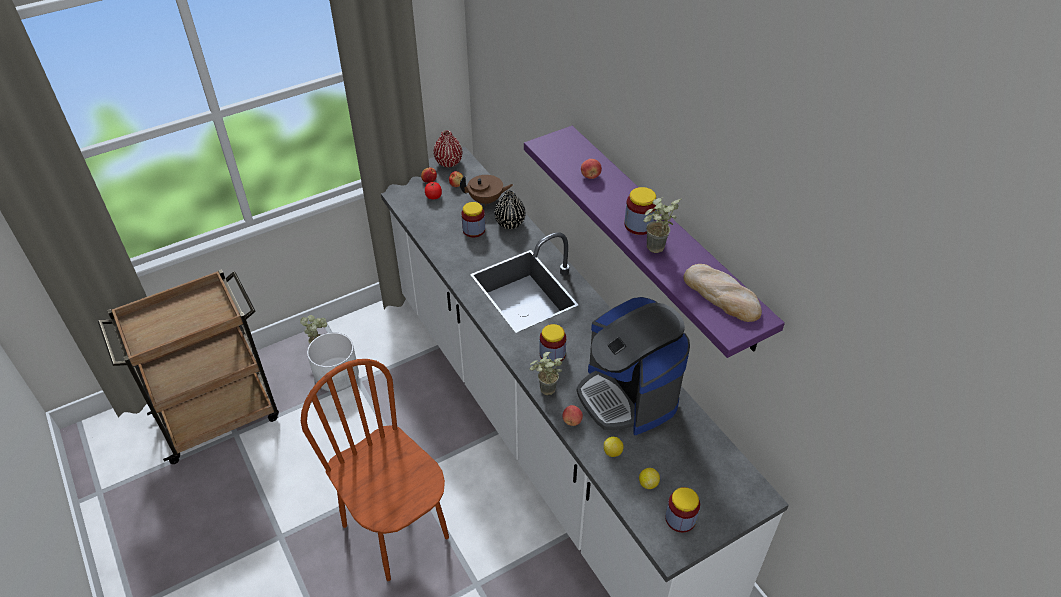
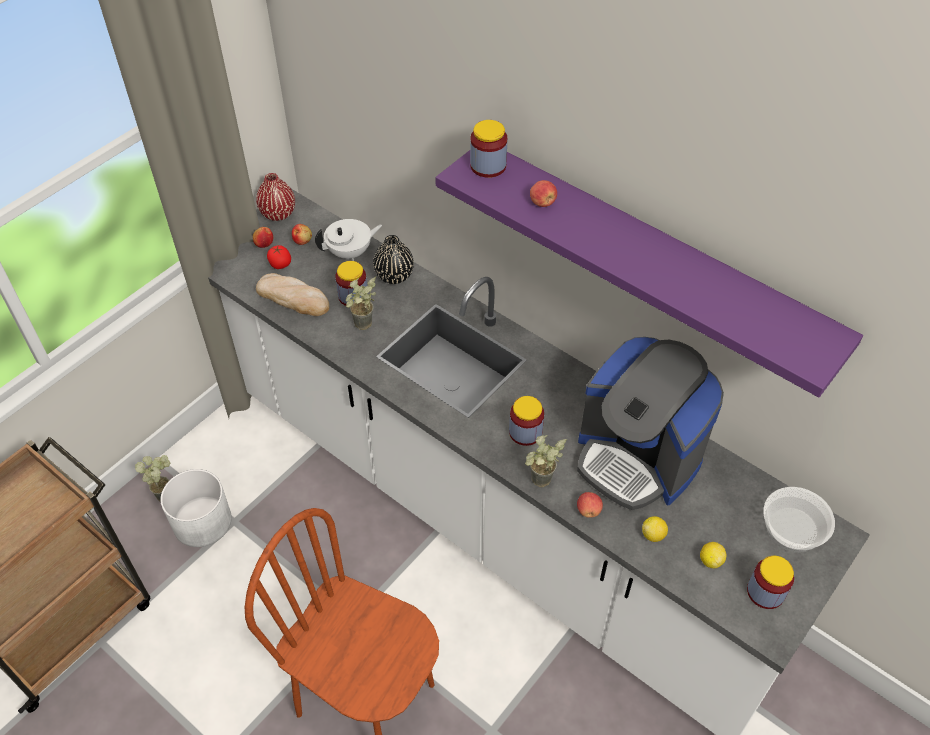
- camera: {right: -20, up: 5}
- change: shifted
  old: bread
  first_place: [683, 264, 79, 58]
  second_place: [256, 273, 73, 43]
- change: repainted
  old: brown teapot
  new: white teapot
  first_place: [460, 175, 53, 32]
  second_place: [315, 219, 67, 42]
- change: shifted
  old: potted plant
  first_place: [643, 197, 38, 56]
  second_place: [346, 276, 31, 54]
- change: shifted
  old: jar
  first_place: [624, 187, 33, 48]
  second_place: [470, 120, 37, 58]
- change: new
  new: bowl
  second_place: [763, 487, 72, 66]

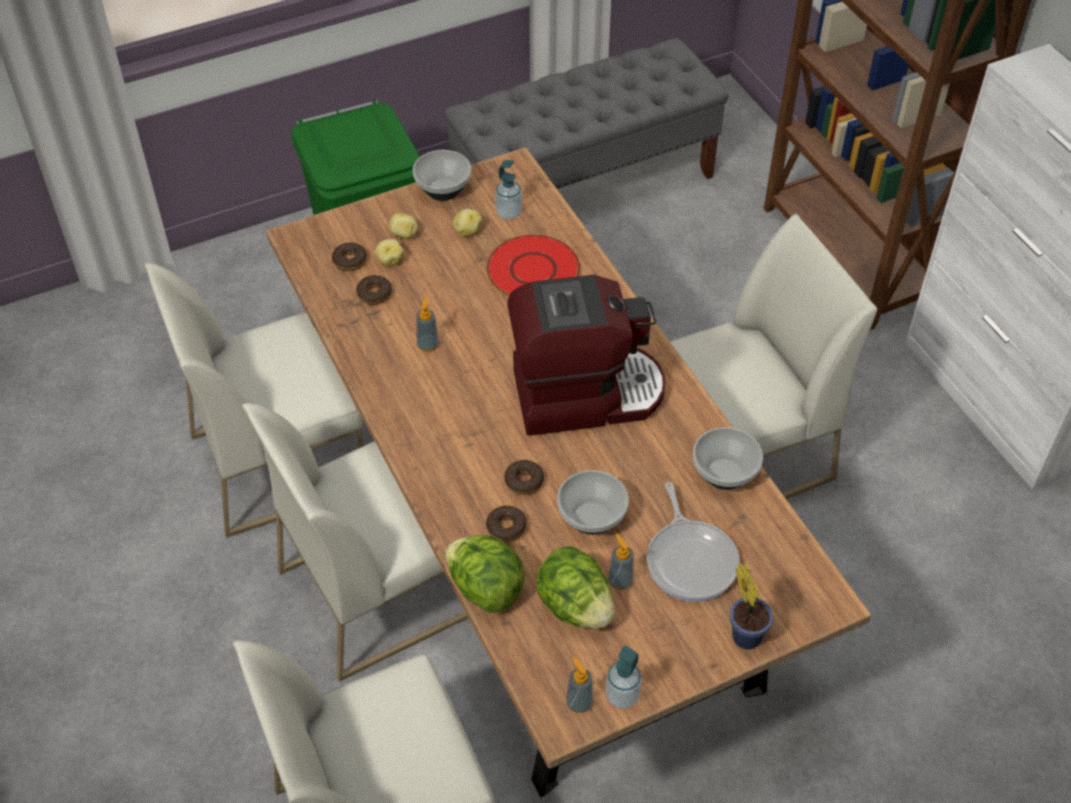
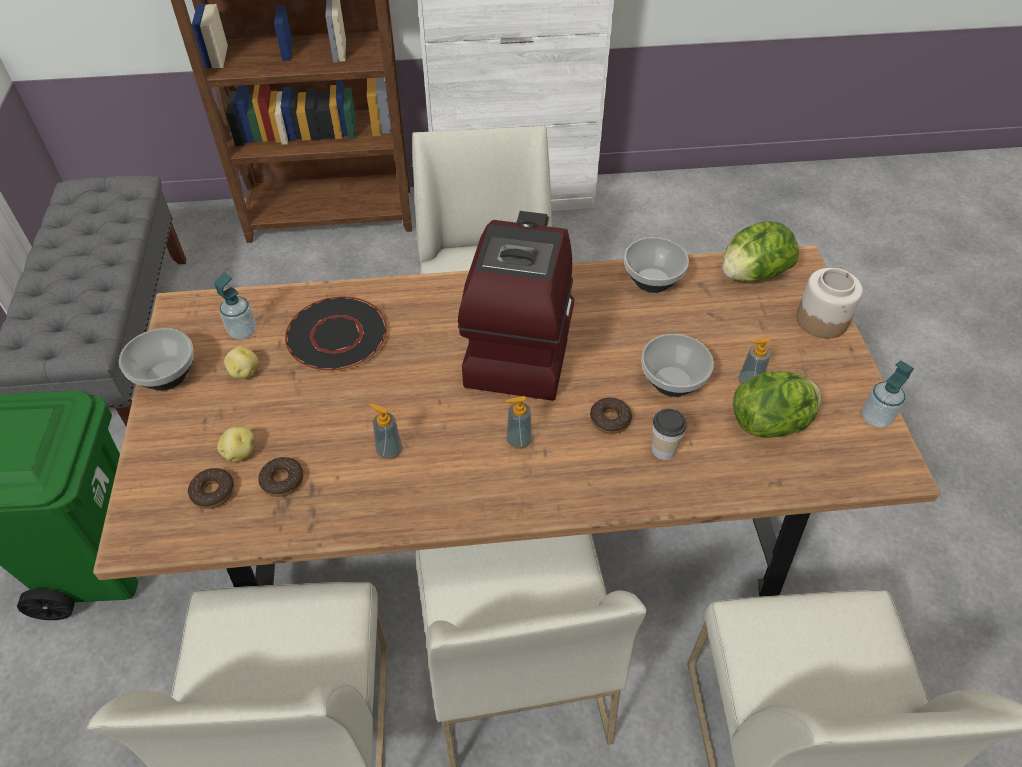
- camera: {right: -70, up: 0}
- change: repainted
  old: red plate
  new: black plate
  first_place: [487, 235, 93, 61]
  second_place: [285, 296, 103, 75]
- change: shifted
  old: soap dispenser
  first_place: [566, 657, 27, 56]
  second_place: [506, 396, 26, 53]
- change: swapped
  old: donut
  new: cup
  first_place: [486, 506, 41, 36]
  second_place: [651, 409, 36, 51]
- change: shifted
  old: lettuce
  first_place: [445, 535, 79, 78]
  second_place: [722, 222, 77, 60]
- change: swapped
  old: potted plant
  new: jar
  first_place: [730, 562, 43, 87]
  second_place: [796, 268, 67, 70]
- change: gone
  old: potato
  first_place: [389, 213, 29, 26]
- change: gone
  old: frying pan
  first_place: [647, 482, 93, 120]

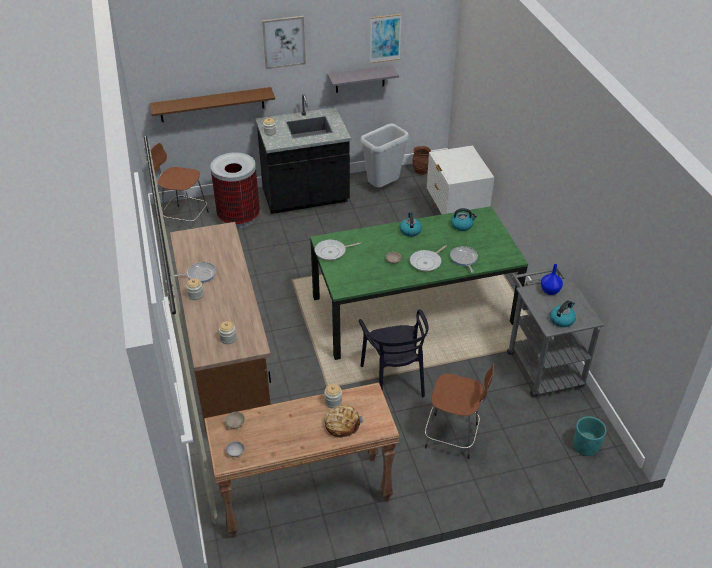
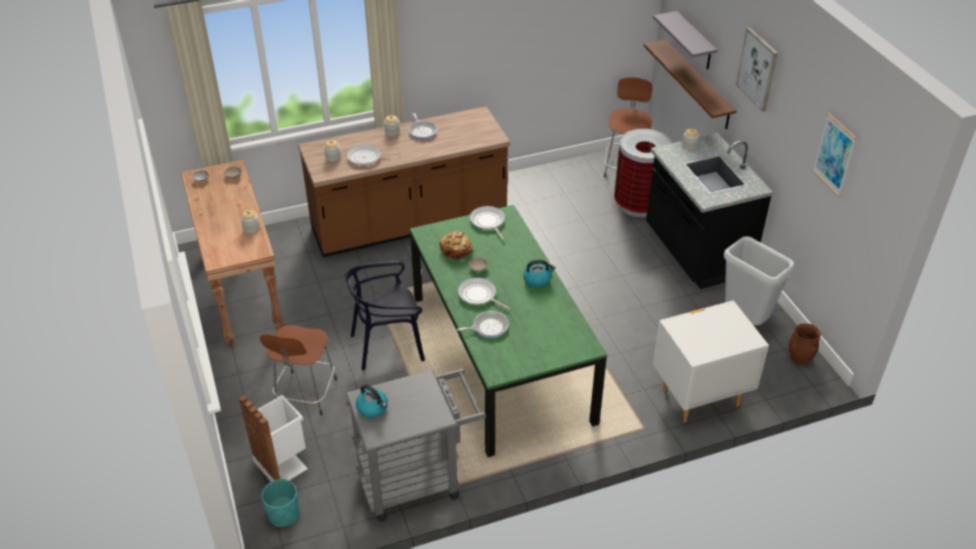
- camera: {right: 85, up: 0}
- change: new
  new: white trash can
  second_place: [239, 395, 69, 86]
- change: new
  new: frying pan
  second_place: [347, 144, 53, 21]
- change: shifted
  old: bread
  first_place: [324, 405, 41, 33]
  second_place: [439, 232, 34, 30]
- change: shifted
  old: grey shelf
  first_place: [328, 65, 71, 28]
  second_place: [653, 11, 64, 59]
- change: gone
  old: kettle
  first_place: [451, 208, 26, 23]
- change: gone
  old: blue vase
  first_place: [541, 264, 22, 31]

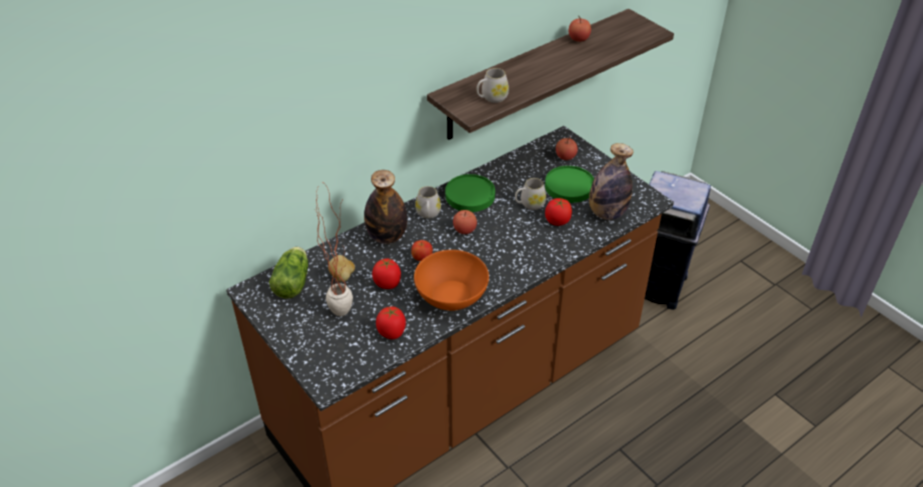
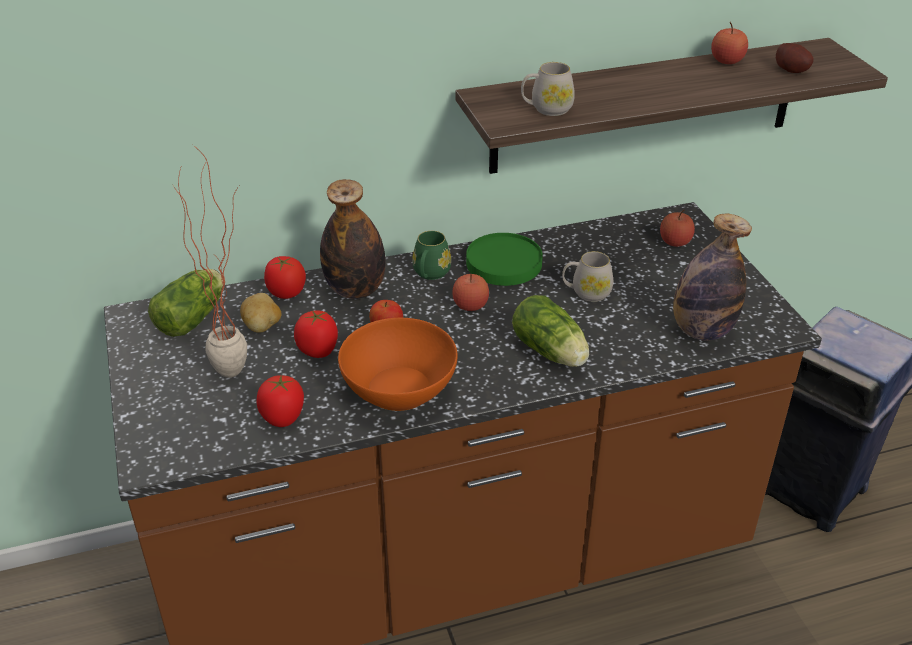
- camera: {right: 20, up: -5}
- change: shifted
  old: tomato
  first_place: [545, 198, 27, 28]
  second_place: [264, 256, 42, 43]
- change: repainted
  old: white mug
  new: green mug
  first_place: [415, 186, 26, 33]
  second_place: [412, 231, 39, 49]
- change: new
  new: lettuce
  second_place: [512, 295, 77, 72]
- change: new
  new: potato
  second_place: [776, 43, 38, 30]
- change: gone
  old: green plate
  first_place: [545, 166, 49, 37]

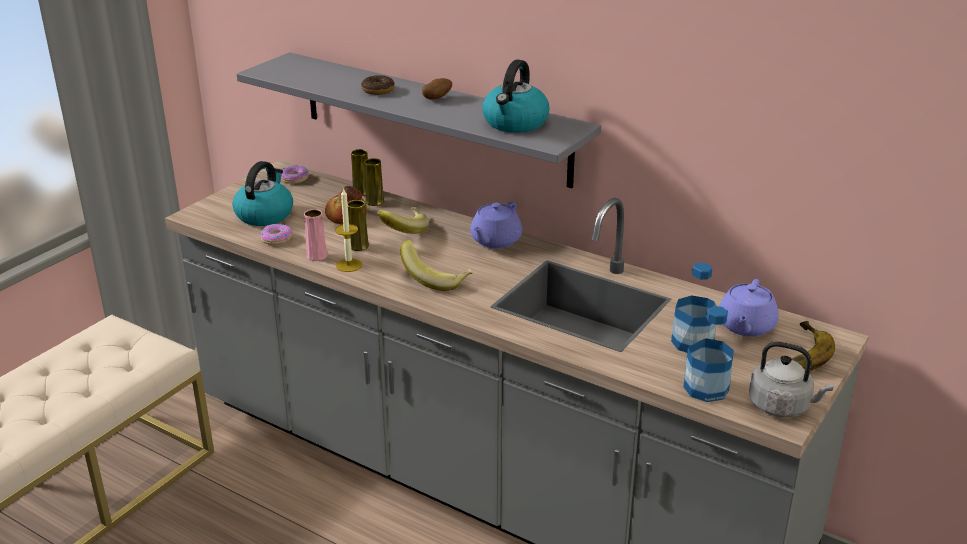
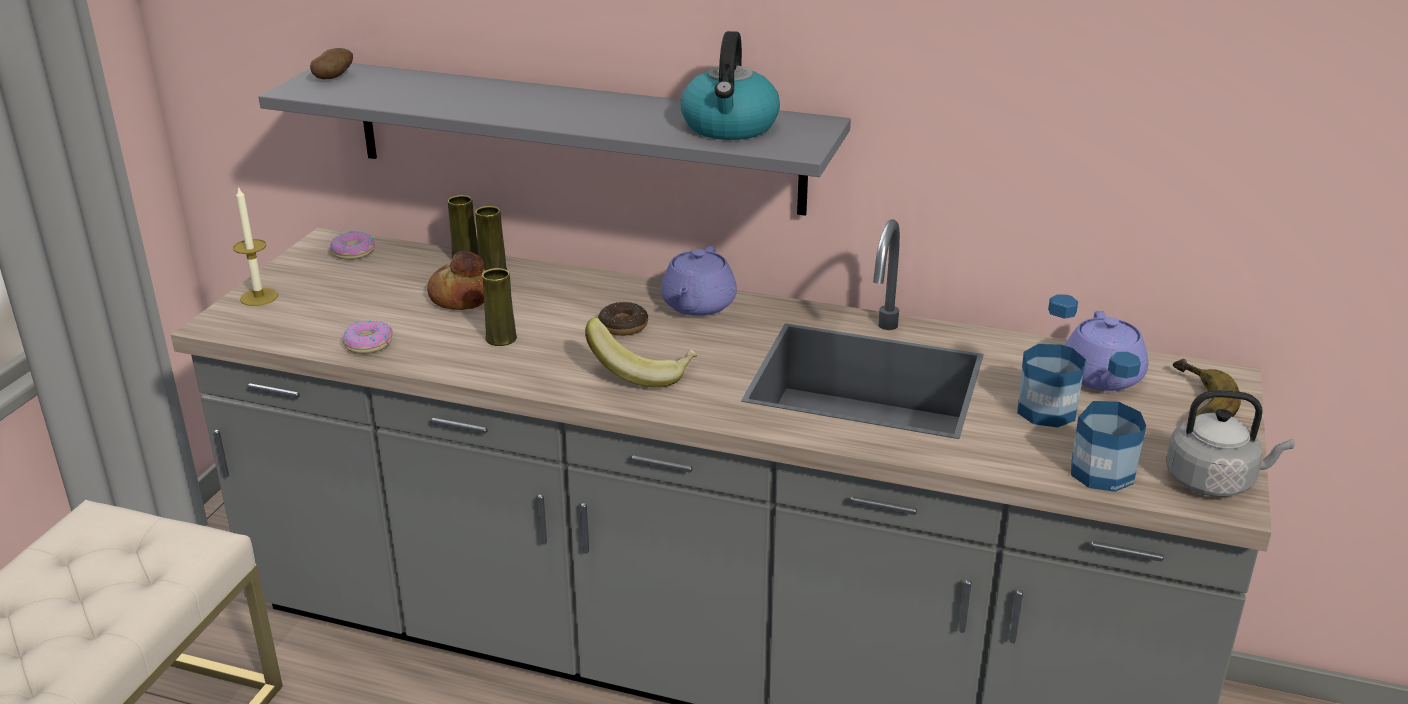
- camera: {right: -15, up: 0}
- change: shifted
  old: candle
  first_place: [335, 187, 27, 85]
  second_place: [233, 186, 45, 120]
- change: shifted
  old: potato
  first_place: [422, 78, 30, 22]
  second_place: [310, 48, 43, 31]
- change: shifted
  old: donut
  first_place: [361, 75, 34, 20]
  second_place: [598, 302, 50, 34]
- change: gone
  old: kettle
  first_place: [232, 161, 61, 65]
- change: gone
  old: pink vase
  first_place: [304, 209, 23, 52]
- change: gone
  old: banana
  first_place: [377, 207, 52, 27]

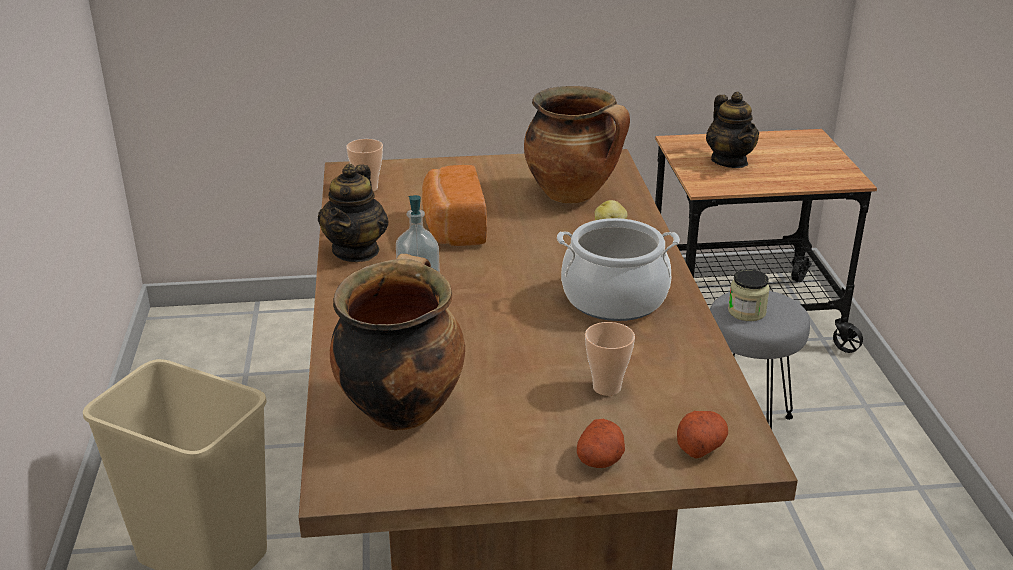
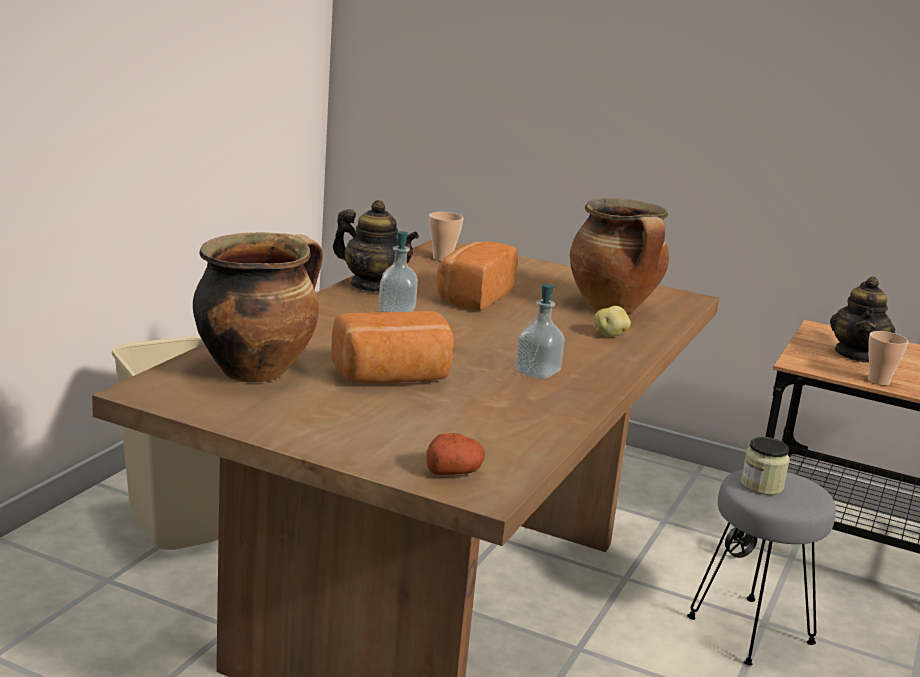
- camera: {right: 30, up: -10}
- change: new
  new: bread
  second_place: [331, 311, 123, 73]
- change: rotated
  old: teapot
  first_place: [318, 164, 71, 98]
  second_place: [333, 200, 86, 92]
  degrees: -105
- change: swapped
  old: cooking pot
  new: soap dispenser
  first_place: [557, 218, 123, 103]
  second_place: [515, 284, 50, 96]
- change: shifted
  old: cup
  first_place: [585, 322, 50, 74]
  second_place: [868, 331, 40, 55]
- change: gone
  old: potato
  first_place: [577, 419, 48, 49]

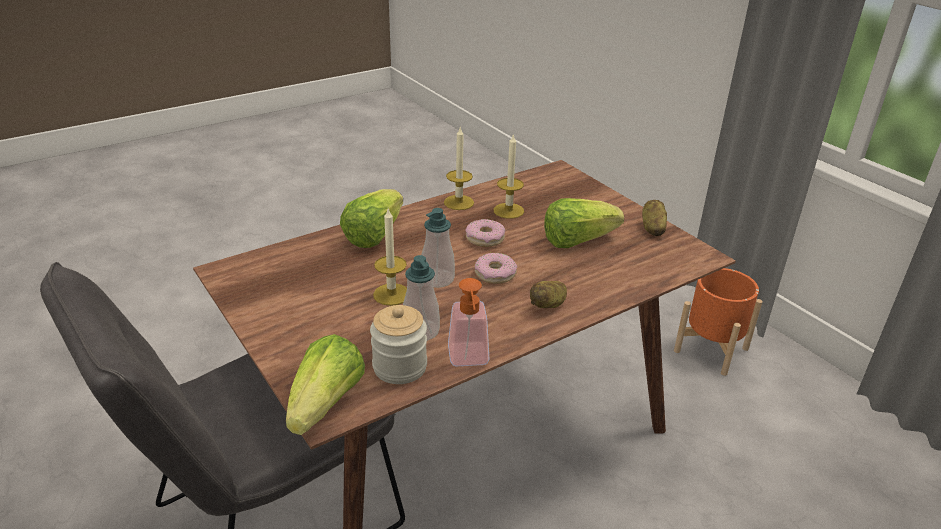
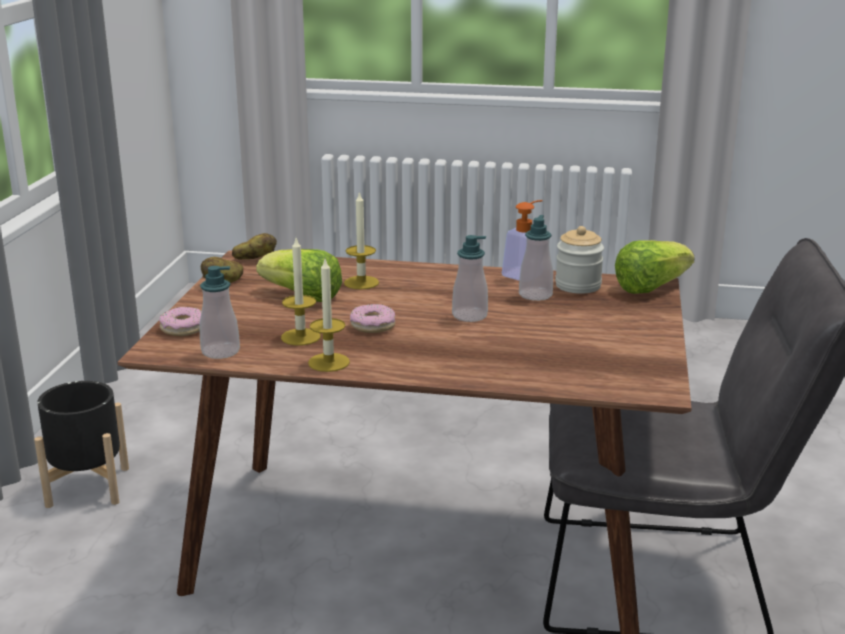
- camera: {right: -135, up: -10}
- change: repainted
  old: orange planter
  new: black planter
  first_place: [674, 268, 89, 108]
  second_place: [34, 381, 95, 127]
- change: shifted
  old: donut
  first_place: [475, 253, 42, 31]
  second_place: [159, 307, 43, 29]
- change: new
  new: soap dispenser
  second_place: [200, 266, 40, 93]
- change: shifted
  old: potato
  first_place: [530, 281, 37, 27]
  second_place: [232, 233, 45, 27]
- change: shifted
  old: candle
  first_place: [373, 209, 34, 97]
  second_place: [344, 191, 35, 98]
- change: gone
  old: lettuce
  first_place: [340, 189, 63, 59]

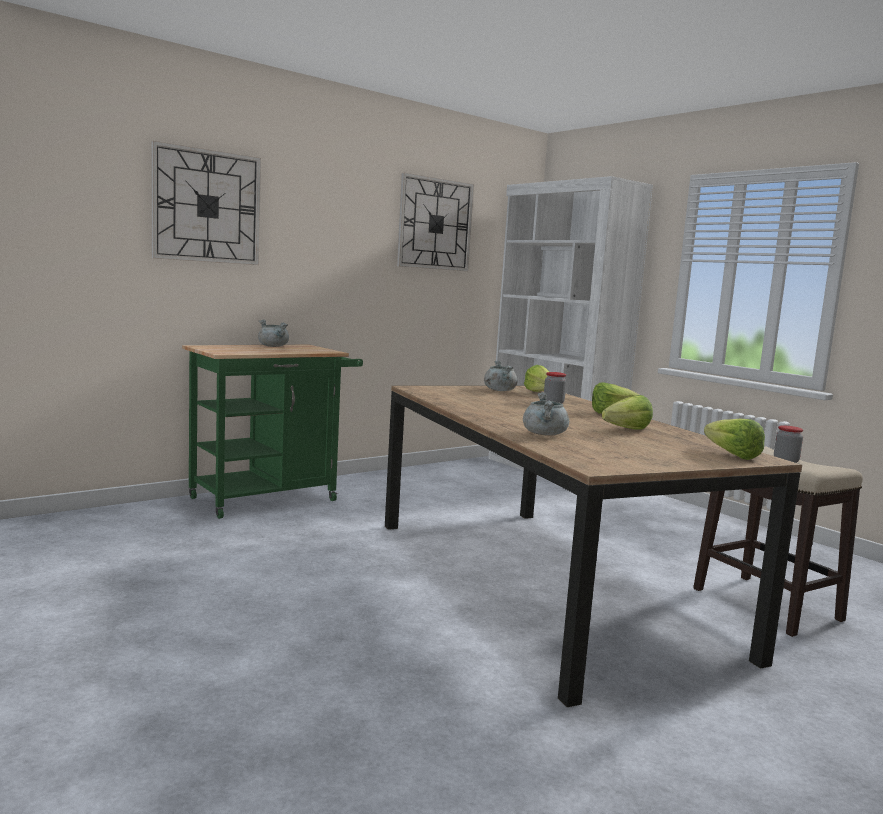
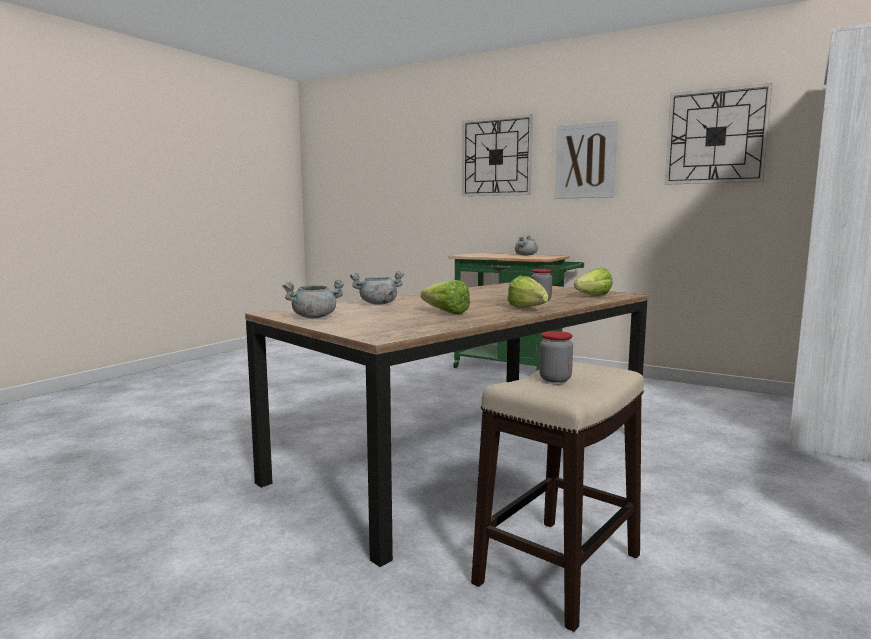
- camera: {right: 70, up: 0}
- change: shifted
  old: grey cooking pot
  first_place: [484, 360, 34, 31]
  second_place: [282, 280, 63, 38]
- change: new
  new: picture
  second_place: [555, 120, 63, 79]
- change: gone
  old: lettuce
  first_place: [704, 418, 61, 42]

